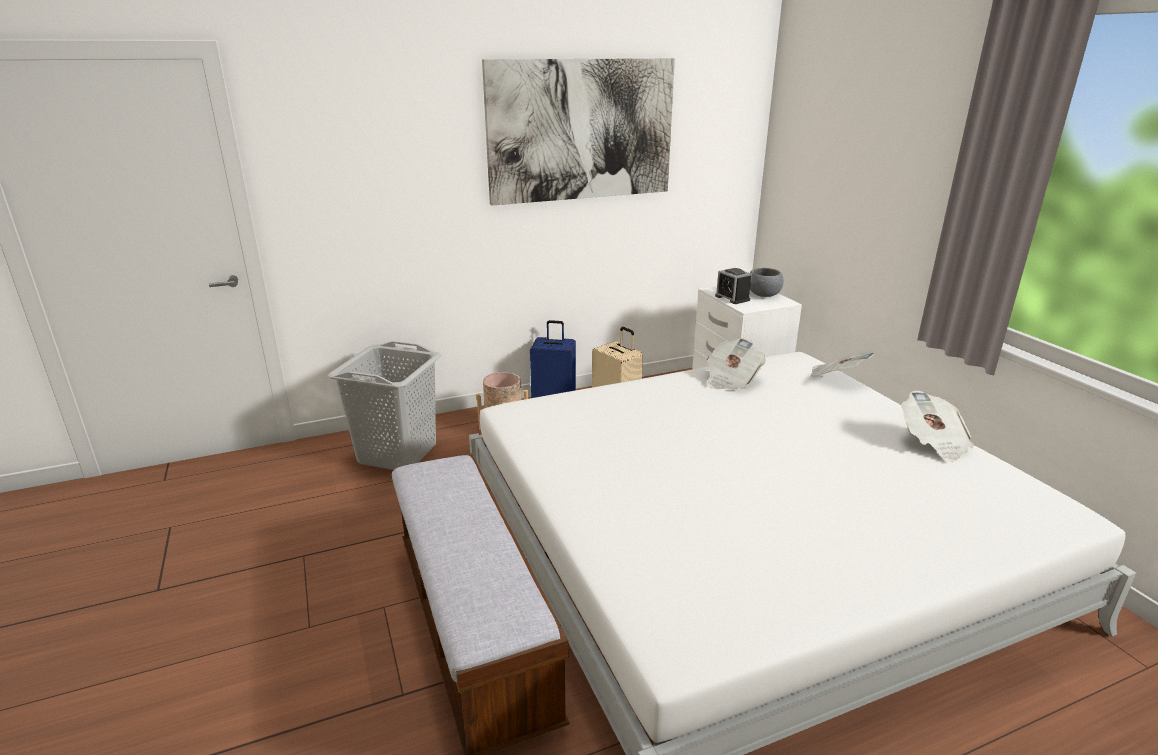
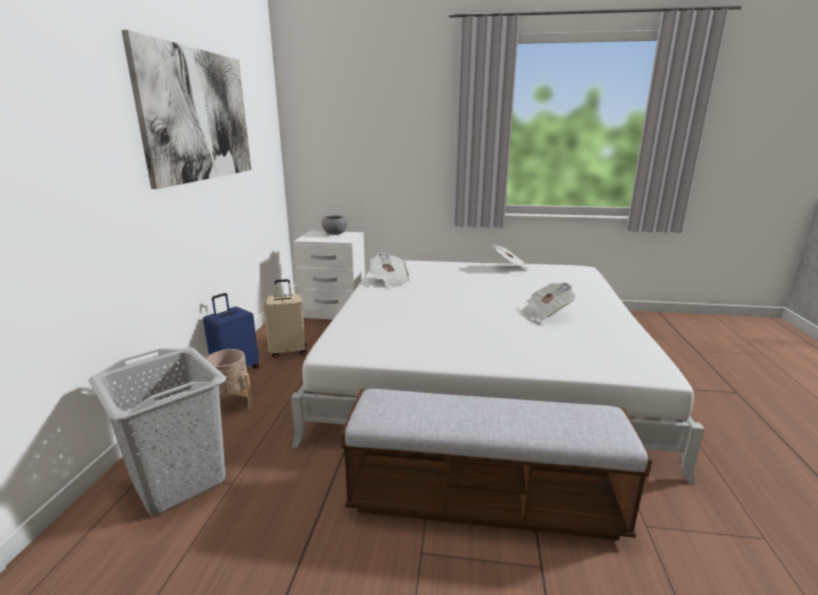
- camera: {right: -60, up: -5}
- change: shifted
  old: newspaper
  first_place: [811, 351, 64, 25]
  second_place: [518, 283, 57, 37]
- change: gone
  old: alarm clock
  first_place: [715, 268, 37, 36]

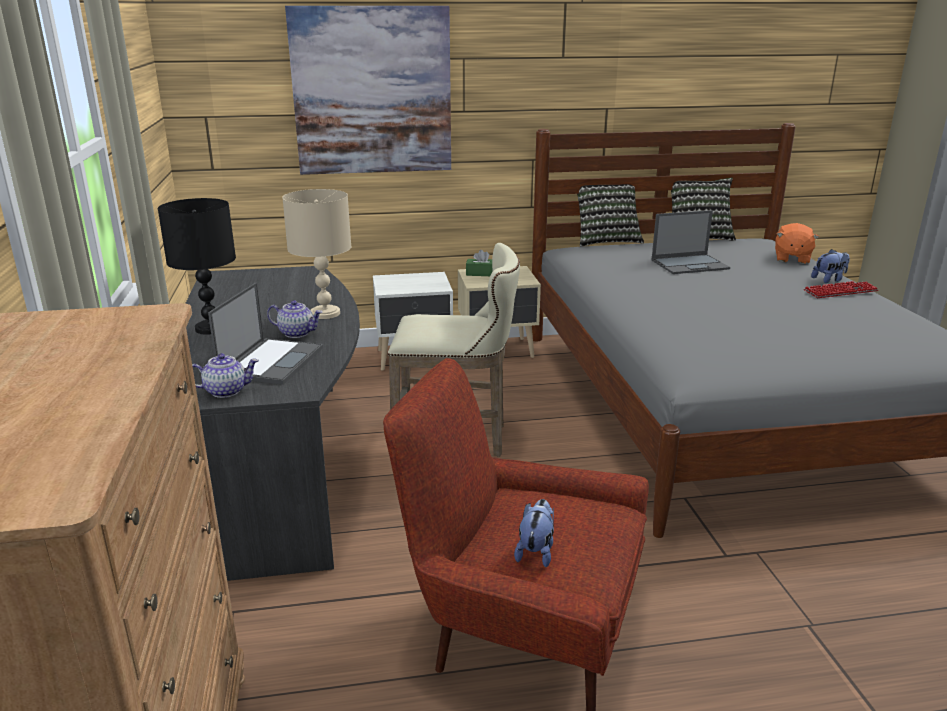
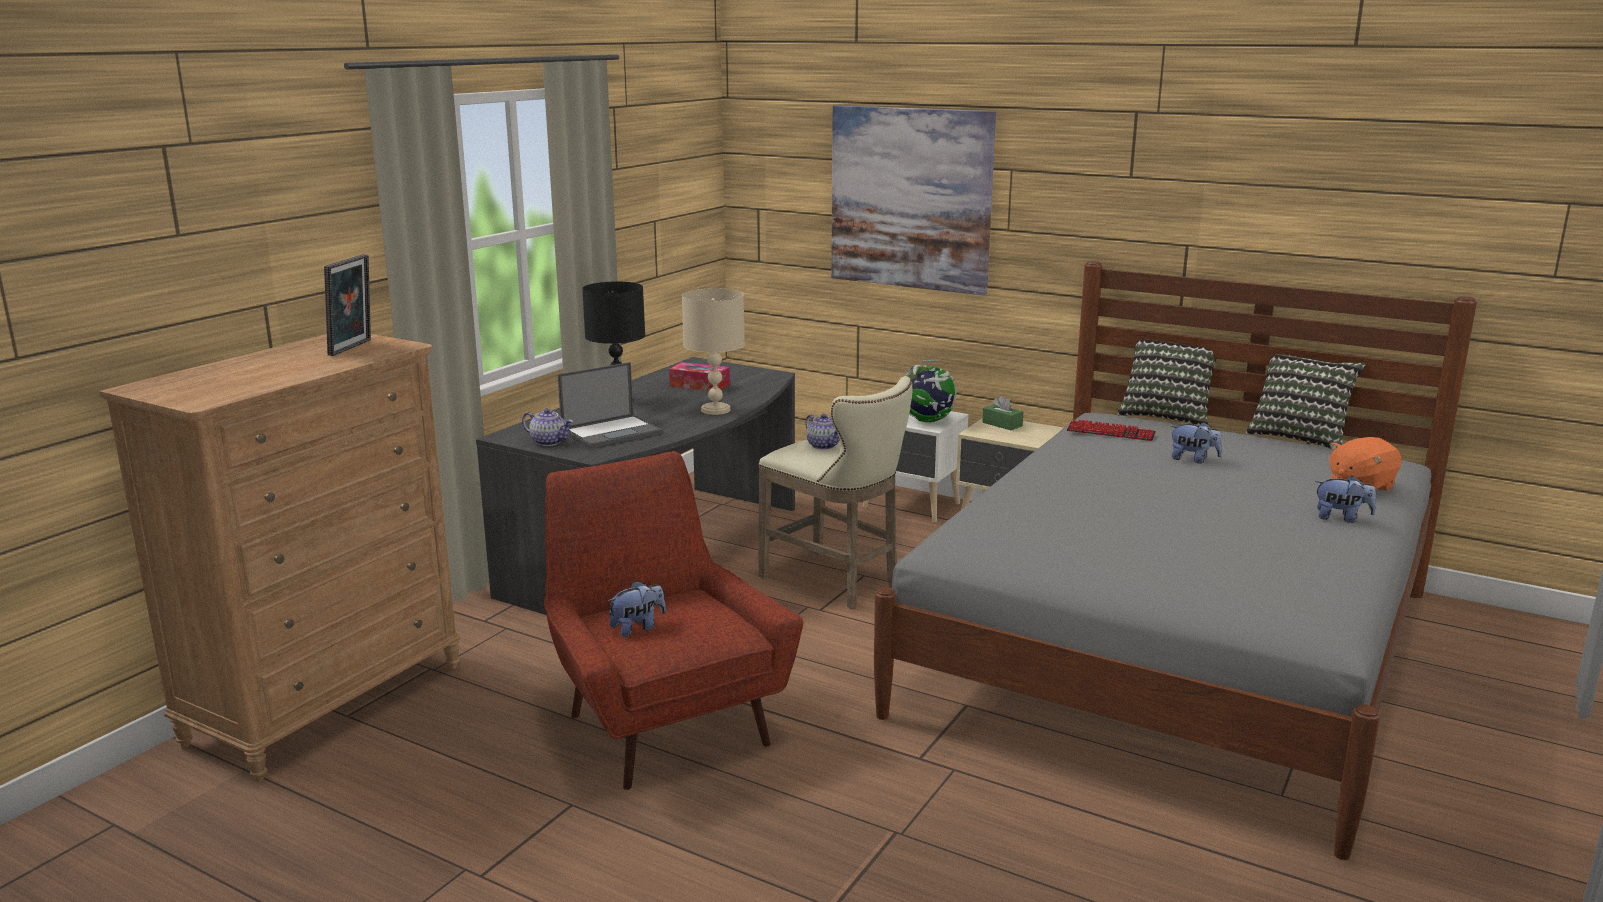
- camera: {right: 40, up: -5}
- change: new
  new: picture frame
  second_place: [324, 254, 47, 102]
- change: new
  new: tissue box
  second_place: [669, 362, 61, 29]
- change: shifted
  old: teapot
  first_place: [267, 300, 55, 38]
  second_place: [805, 414, 35, 36]
- change: new
  new: globe
  second_place: [905, 360, 51, 62]
- change: shifted
  old: keyboard
  first_place: [804, 281, 74, 17]
  second_place: [1067, 419, 89, 22]
- change: swapped
  old: laptop
  new: plush toy
  first_place: [651, 210, 79, 64]
  second_place: [1170, 422, 52, 42]

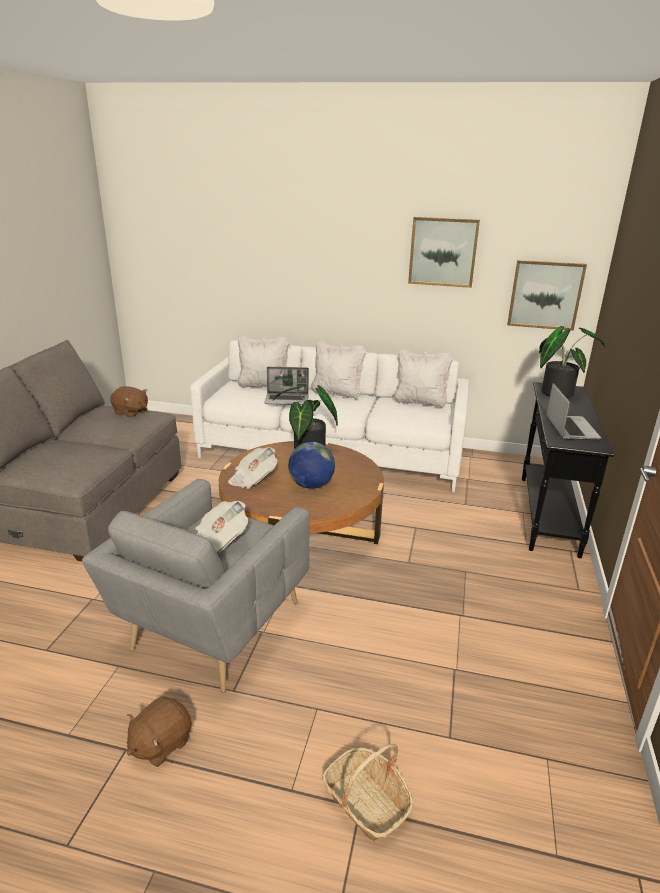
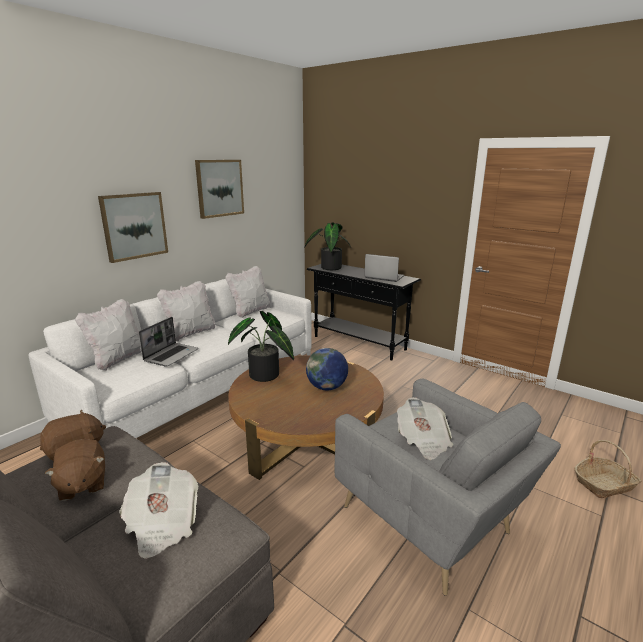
- camera: {right: -65, up: -5}
- change: shifted
  old: brown plush toy
  first_place: [127, 697, 65, 70]
  second_place: [45, 439, 60, 62]
- change: shifted
  old: picture
  first_place: [507, 260, 80, 71]
  second_place: [98, 192, 70, 71]
- change: shifted
  old: newspaper
  first_place: [228, 447, 49, 42]
  second_place: [120, 462, 78, 97]

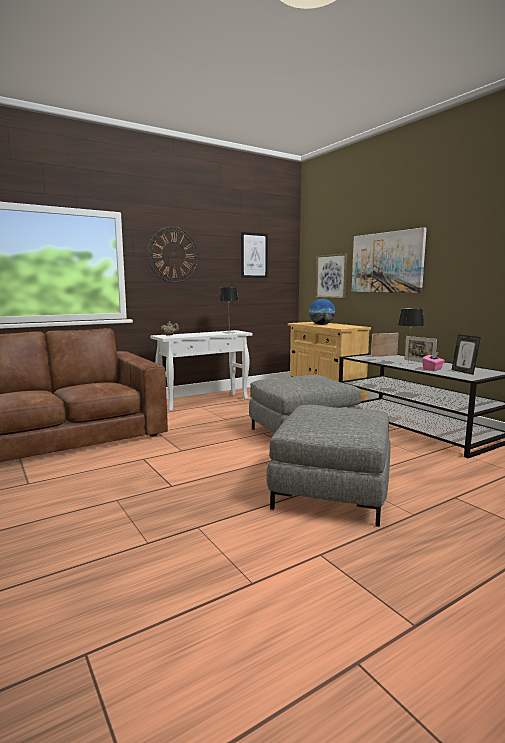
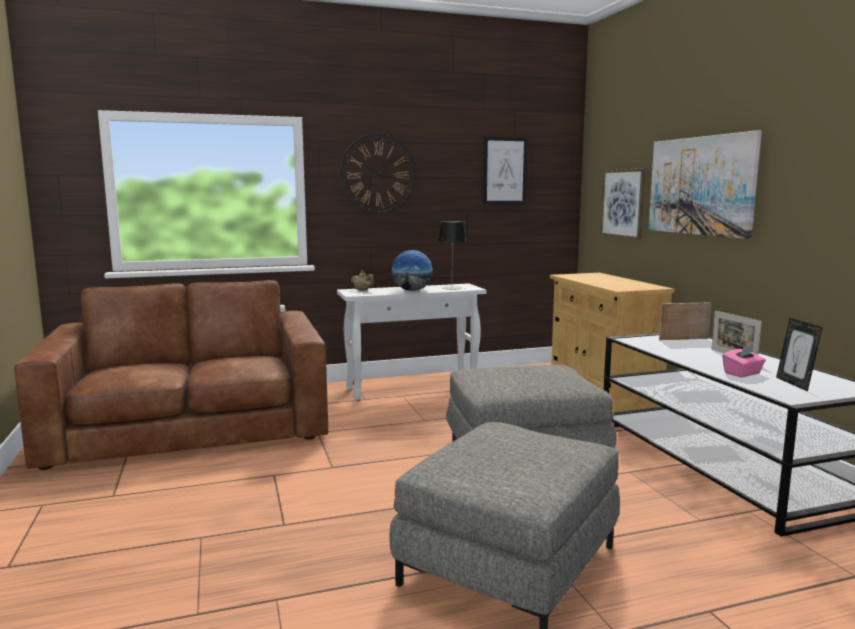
- camera: {right: 15, up: 0}
- change: shifted
  old: globe
  first_place: [309, 299, 26, 26]
  second_place: [392, 250, 41, 41]
- change: gone
  old: table lamp
  first_place: [398, 308, 26, 58]

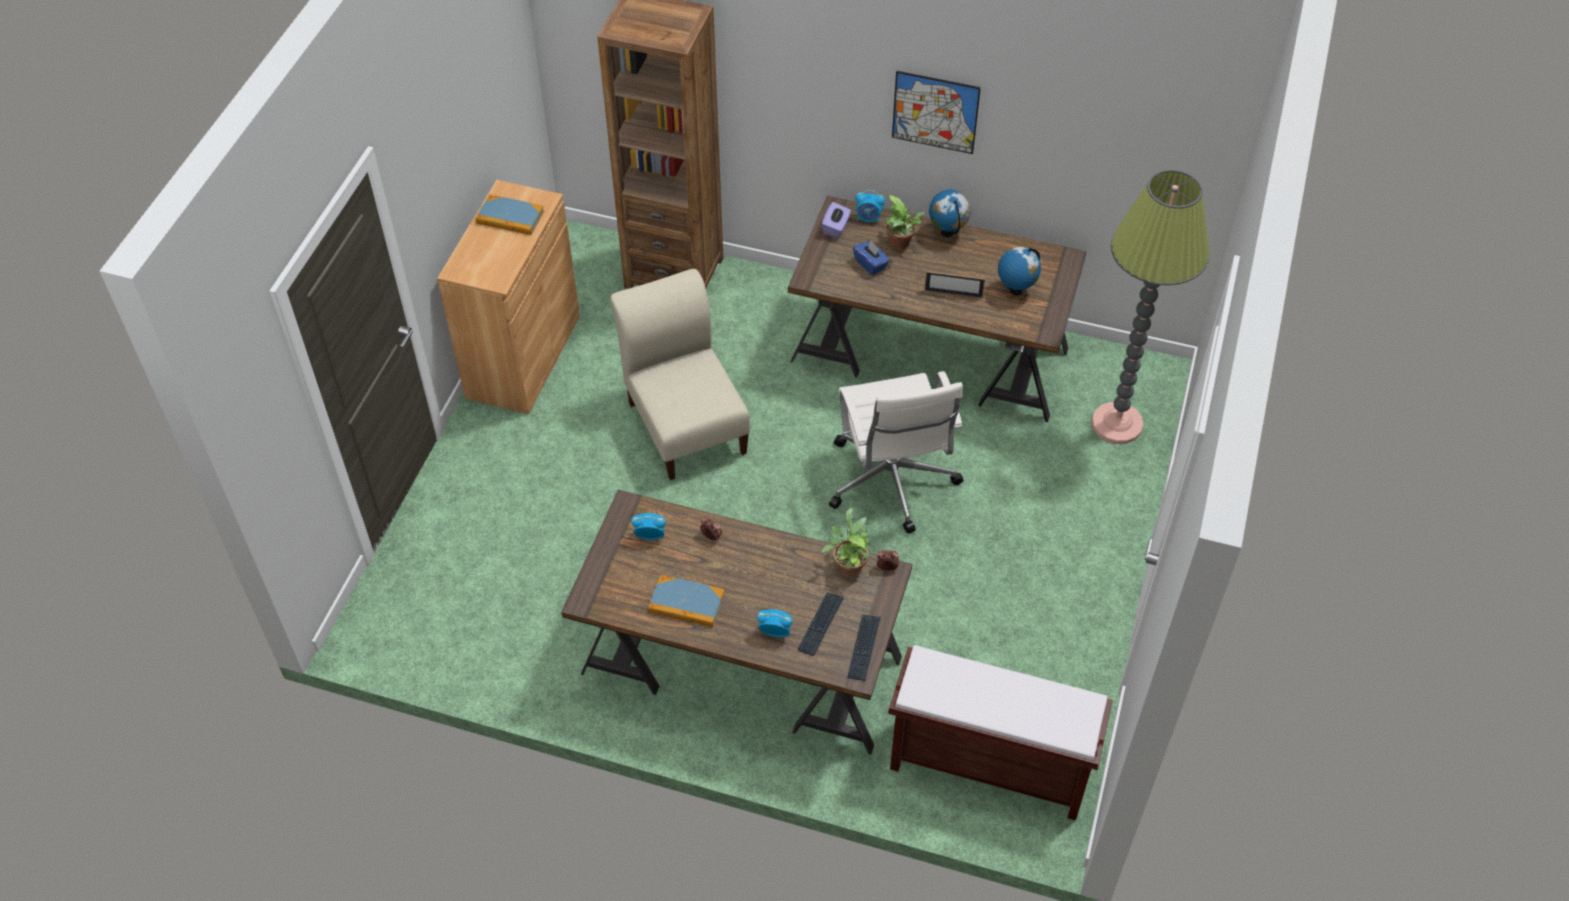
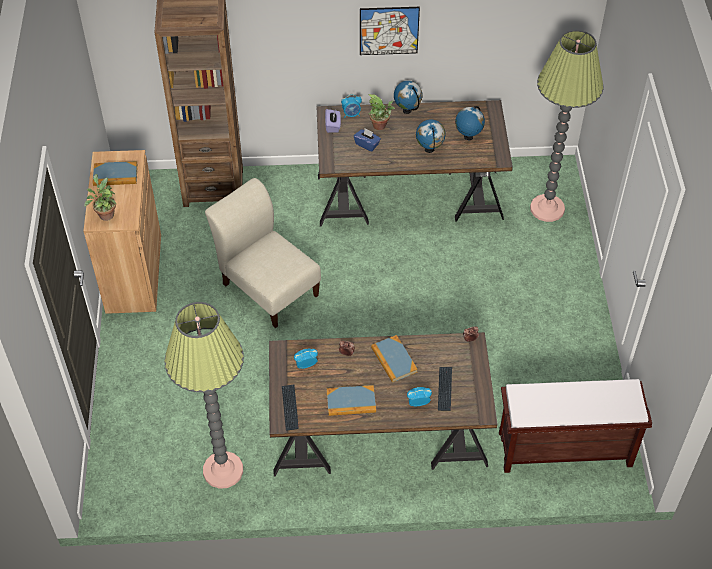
- camera: {right: -20, up: 0}
- change: shifted
  old: potted plant
  first_place: [822, 508, 49, 70]
  second_place: [84, 174, 33, 47]
- change: new
  new: floor lamp
  second_place: [164, 302, 80, 187]
- change: shifted
  old: keyboard
  first_place: [847, 614, 34, 67]
  second_place: [282, 384, 17, 46]
- change: new
  new: book
  second_place: [371, 335, 47, 48]
- change: swapped
  old: picture frame
  new: globe
  first_place: [925, 271, 60, 27]
  second_place: [416, 119, 30, 34]
- change: gone
  old: white office chair
  first_place: [829, 371, 135, 163]

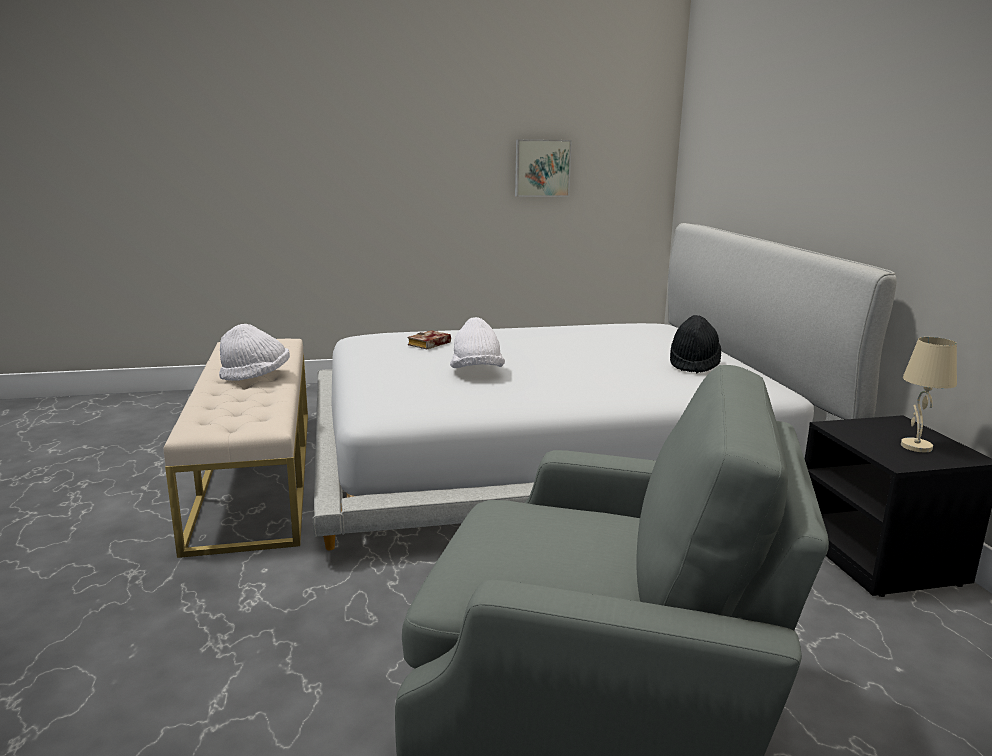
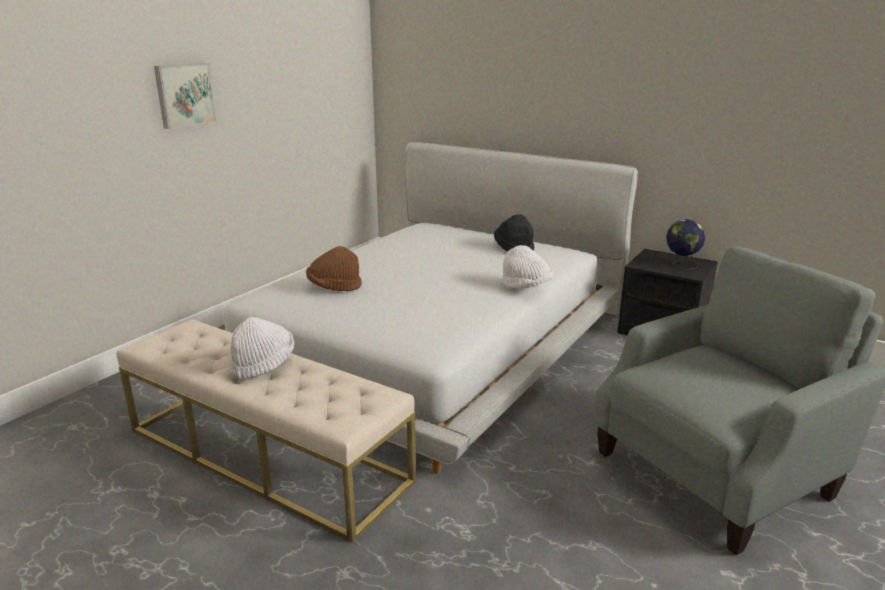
- camera: {right: -45, up: 5}
- change: shifted
  old: picture
  first_place: [515, 139, 57, 58]
  second_place: [154, 63, 62, 66]
- change: swapped
  old: book
  new: brown hat
  first_place: [408, 330, 43, 19]
  second_place: [306, 246, 56, 45]
- change: shifted
  old: white hat
  first_place: [450, 317, 55, 51]
  second_place: [500, 245, 53, 44]
- change: swapped
  old: beige table lamp
  new: globe
  first_place: [901, 337, 56, 115]
  second_place: [666, 219, 39, 50]

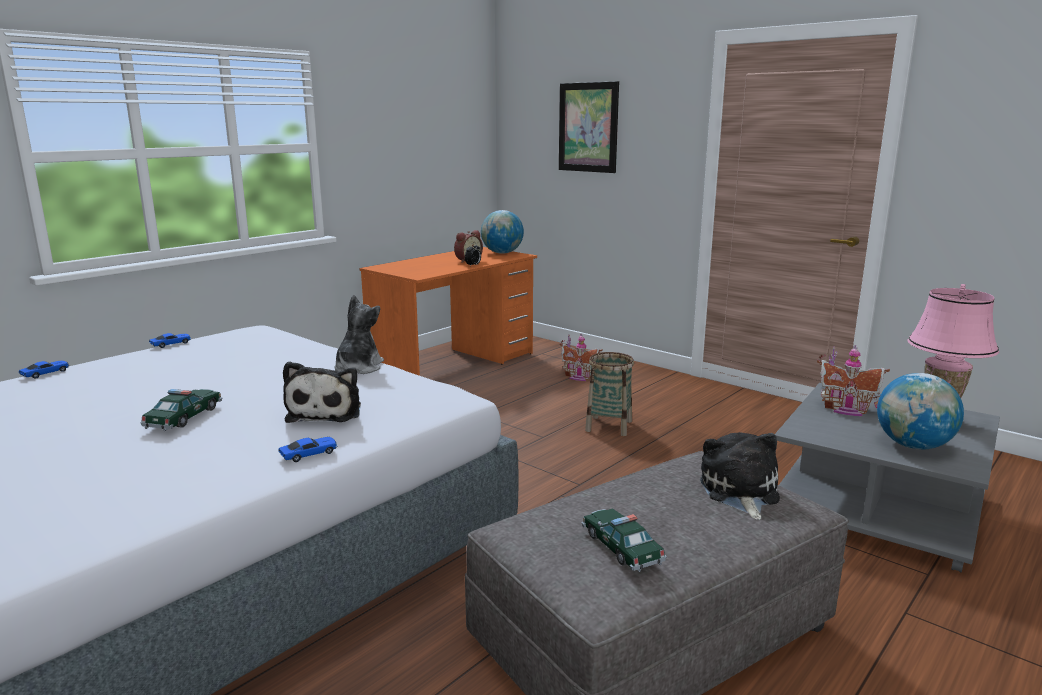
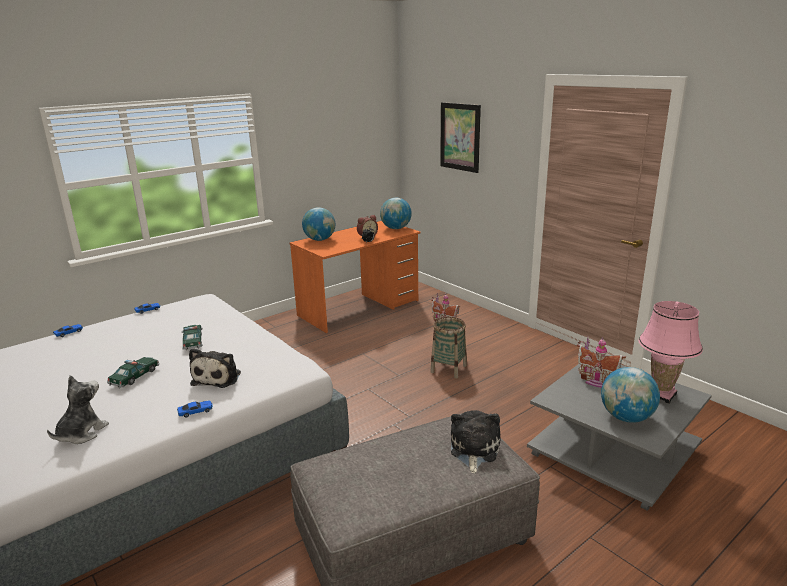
- camera: {right: 10, up: 5}
- change: shifted
  old: plush toy
  first_place: [334, 295, 50, 79]
  second_place: [47, 375, 62, 69]
- change: shifted
  old: toy car
  first_place: [582, 508, 85, 64]
  second_place: [182, 325, 20, 25]
- change: new
  new: globe
  second_place: [302, 207, 33, 34]

